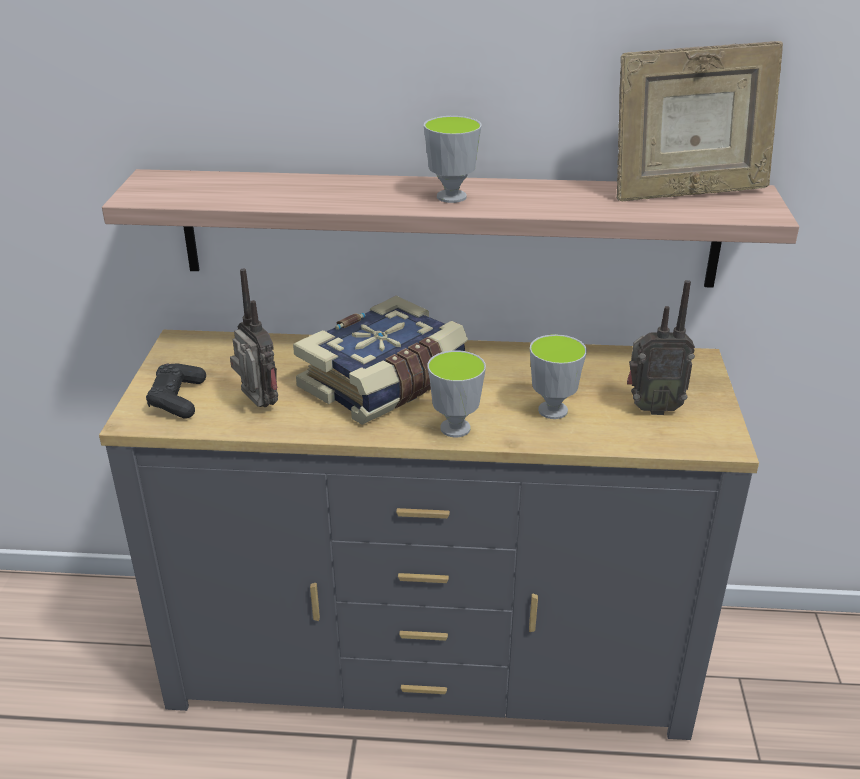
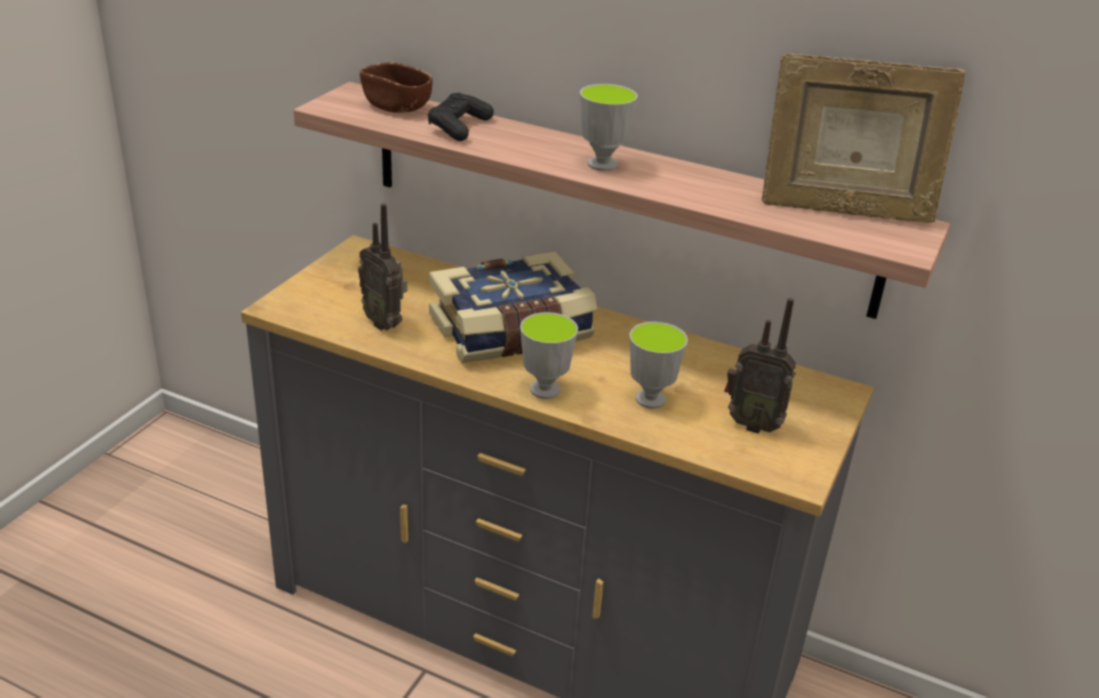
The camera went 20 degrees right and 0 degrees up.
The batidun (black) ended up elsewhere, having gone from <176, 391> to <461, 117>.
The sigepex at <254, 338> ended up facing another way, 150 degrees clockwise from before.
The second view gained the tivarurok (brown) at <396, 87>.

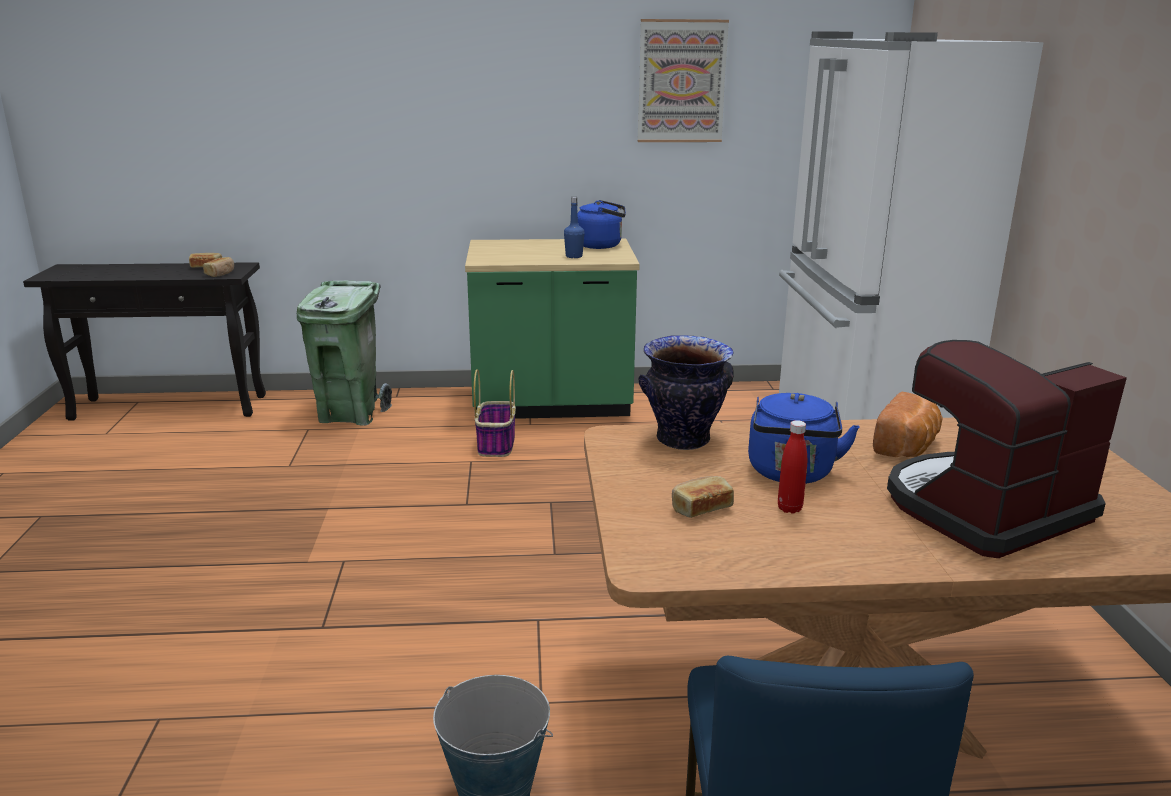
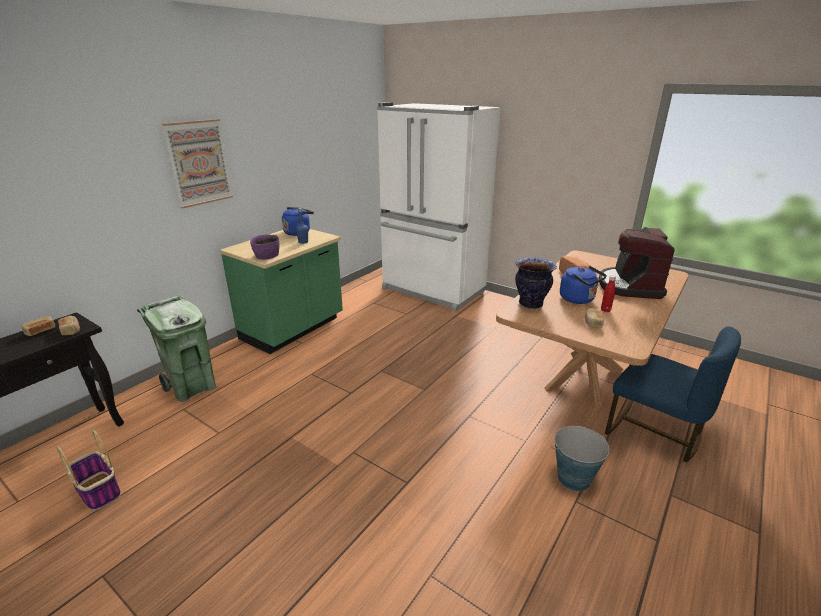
The camera went 50 degrees left and 5 degrees up.
The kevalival ended up elsewhere, having gone from <495, 413> to <88, 470>.
The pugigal ended up elsewhere, having gone from <683, 80> to <197, 163>.
The second view gained the tivarurok (purple) at <265, 247>.

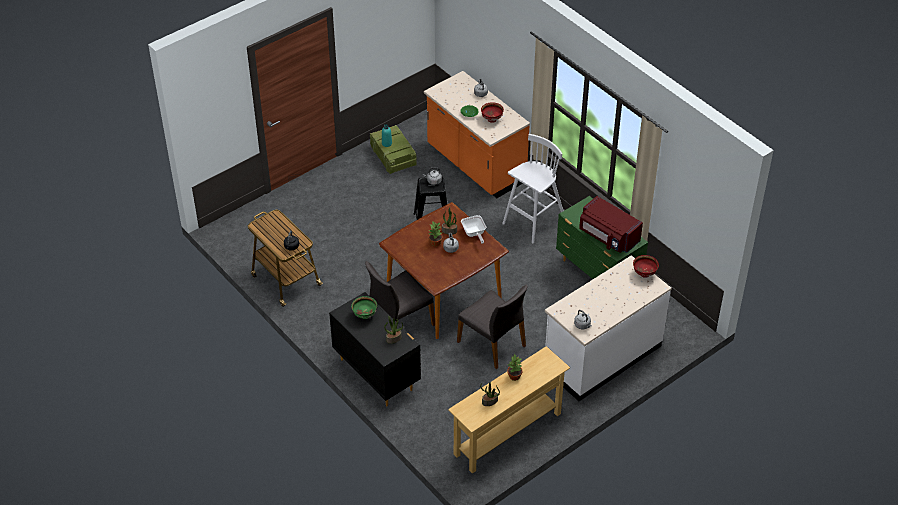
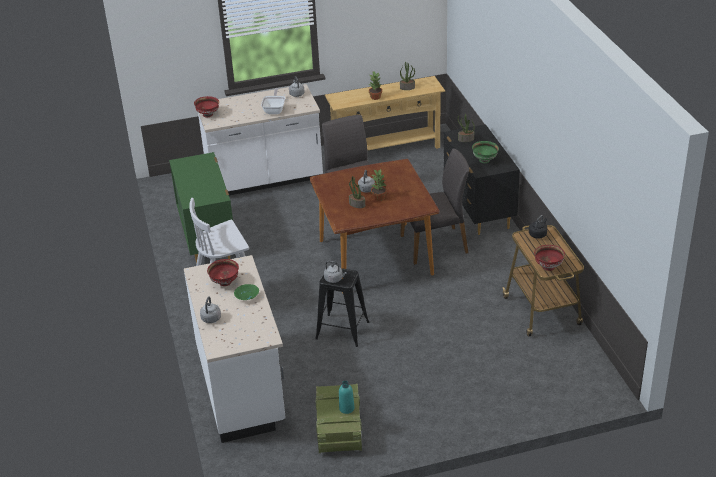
The camera went 155 degrees left and 10 degrees down.
What was the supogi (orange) at <477, 134> turned into the supogi (white) at <235, 349>.
The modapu ended up elsewhere, having gone from <473, 229> to <273, 101>.
The second view lost the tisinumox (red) at <611, 224>.
The second view gained the tivarurok (red) at <549, 258>.

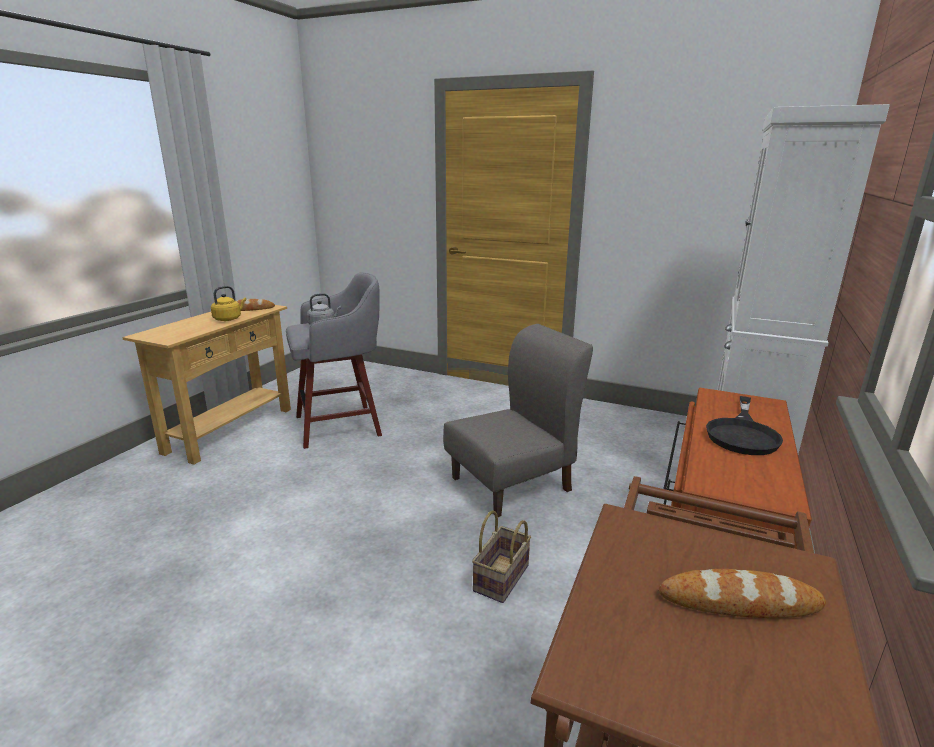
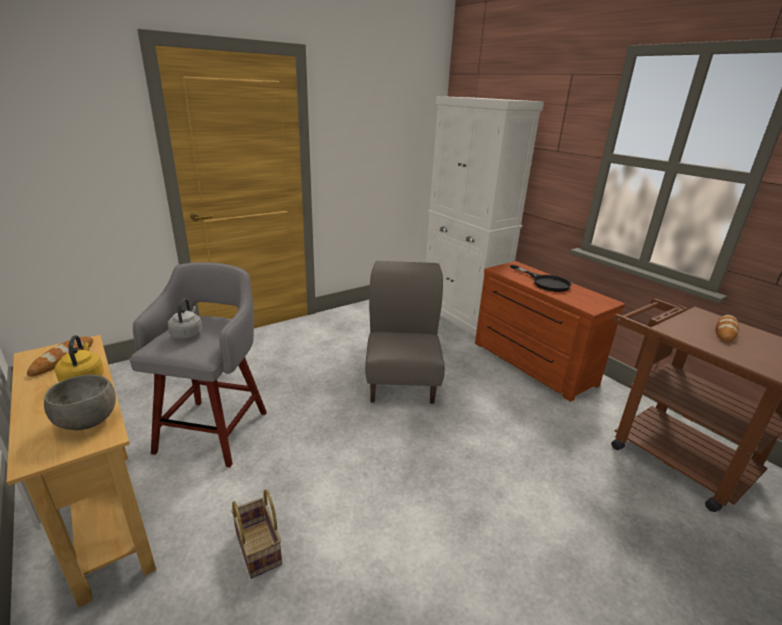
The camera went 60 degrees left and 5 degrees up.
The kevalival ended up elsewhere, having gone from <501, 556> to <256, 534>.
The second view gained the tivarurok (grey) at <80, 402>.

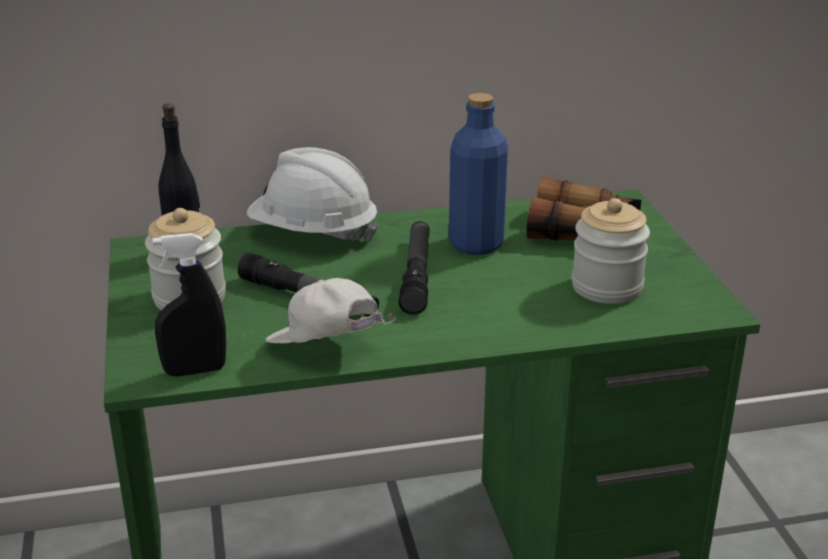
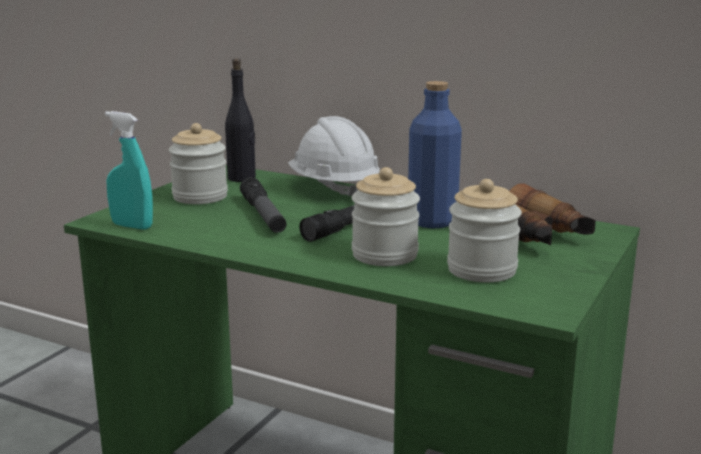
The camera went 40 degrees right and 10 degrees down.
What was the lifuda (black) at <189, 305> turned into the lifuda (turquoise) at <129, 170>.
The second view lost the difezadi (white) at <330, 311>.
The second view gained the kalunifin at <386, 216>.

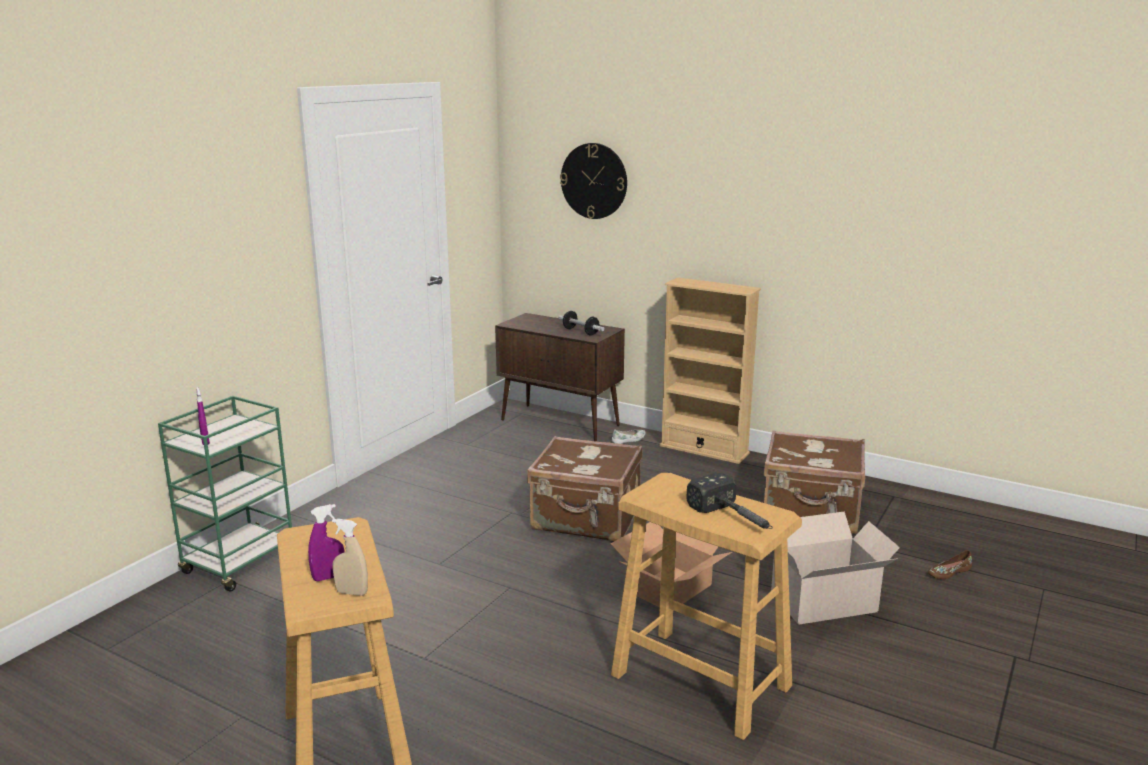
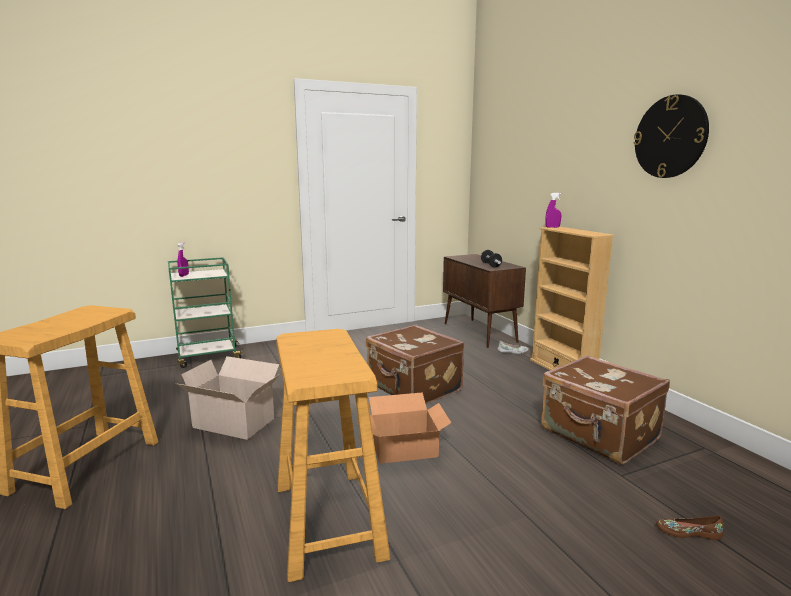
The camera went 35 degrees right and 5 degrees down.
The lifuda (purple) ended up elsewhere, having gone from <326, 542> to <553, 210>.
The second view lost the lifuda (beige) at <350, 557>.
The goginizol ended up elsewhere, having gone from <593, 181> to <671, 136>.
The second view lost the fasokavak at <729, 501>.
The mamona ended up elsewhere, having gone from <835, 568> to <228, 398>.

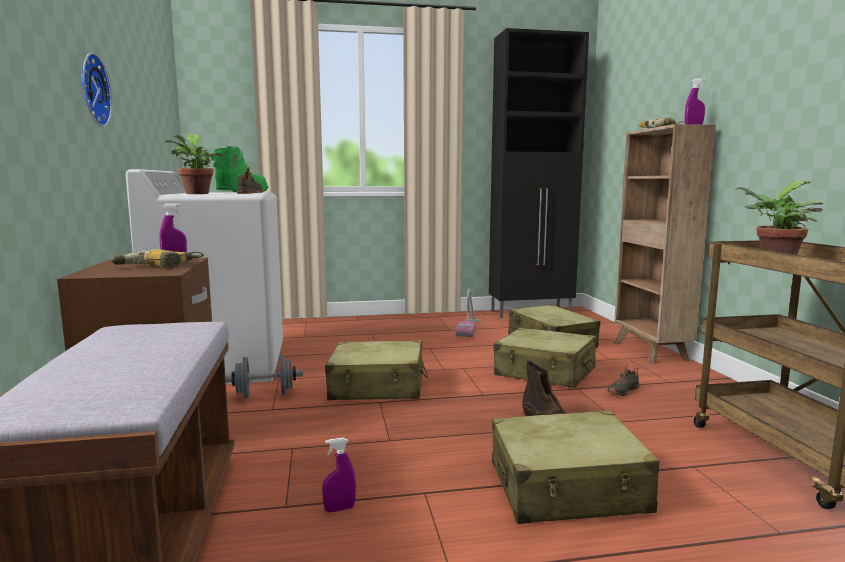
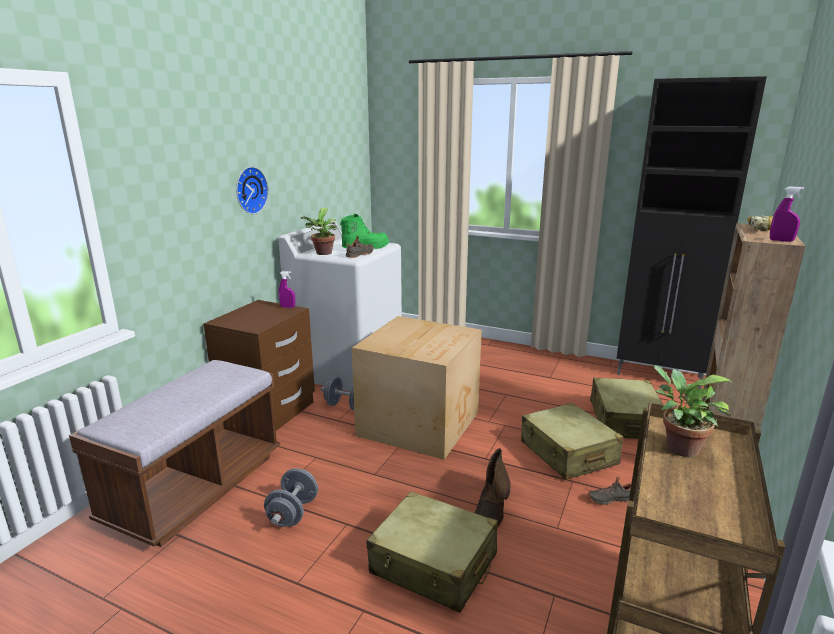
The camera went 35 degrees right and 10 degrees up.
The second view lost the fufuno at <157, 258>.
Where the lifuda (purple) stood at <339, 475>, the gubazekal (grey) came to stand at <291, 497>.
Where the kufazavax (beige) stood at <376, 370>, the mamona came to stand at <417, 388>.
The second view lost the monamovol at <468, 313>.

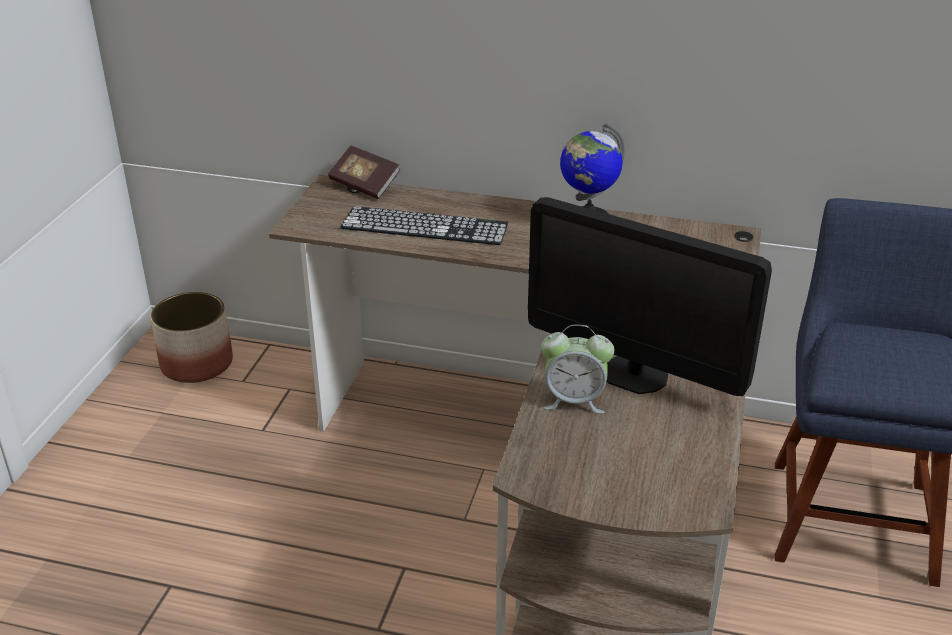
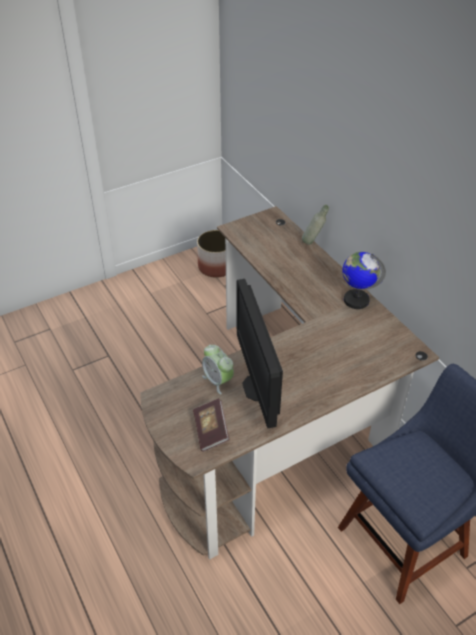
The camera went 45 degrees right and 10 degrees up.
The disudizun ended up elsewhere, having gone from <364, 172> to <211, 425>.
The second view lost the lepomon at <424, 225>.
The second view gained the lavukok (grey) at <315, 225>.

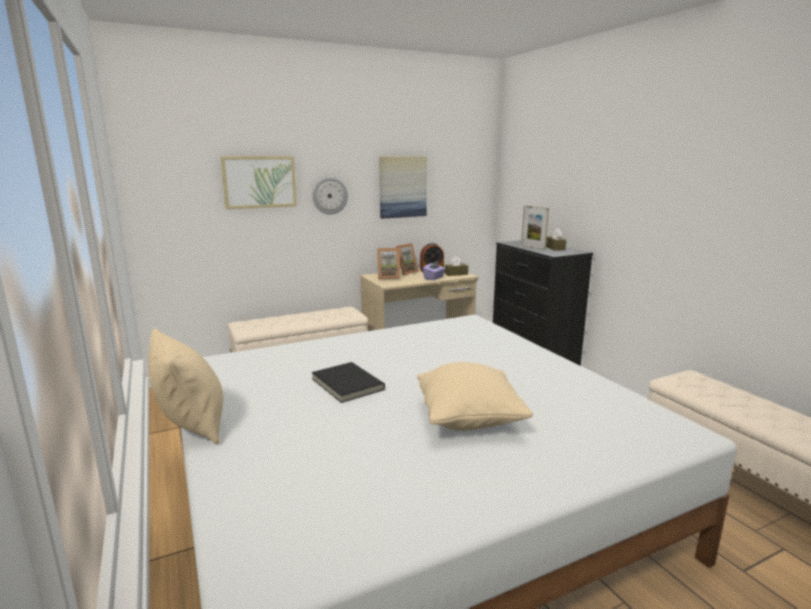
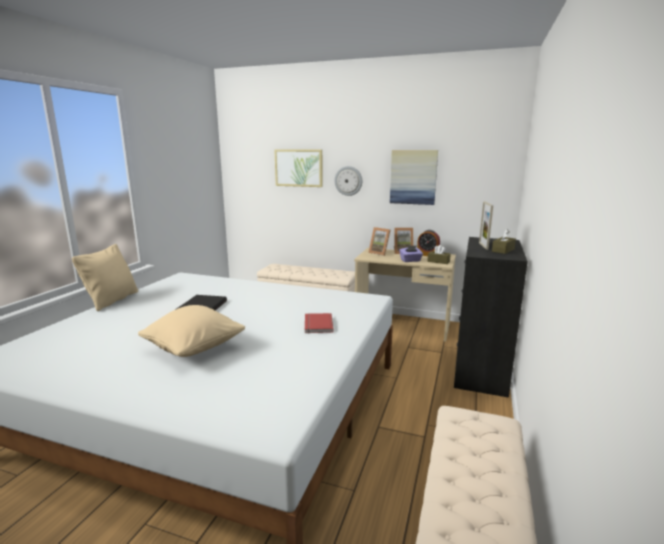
The camera went 45 degrees right and 0 degrees up.
The second view gained the disudizun (red) at <319, 323>.

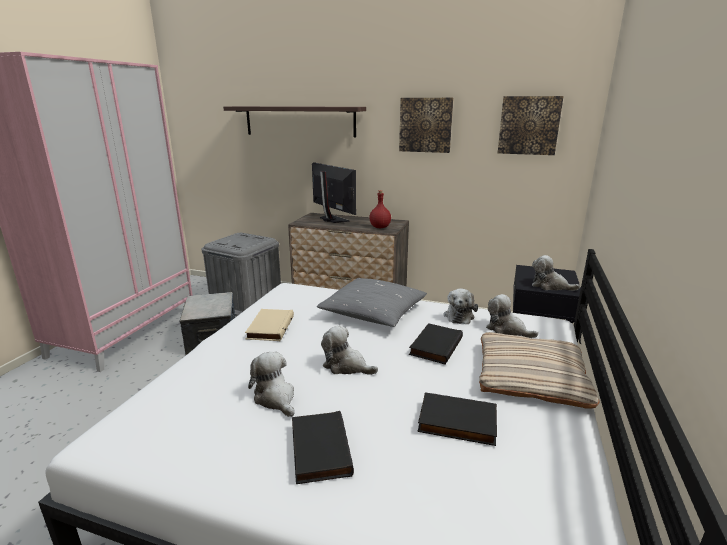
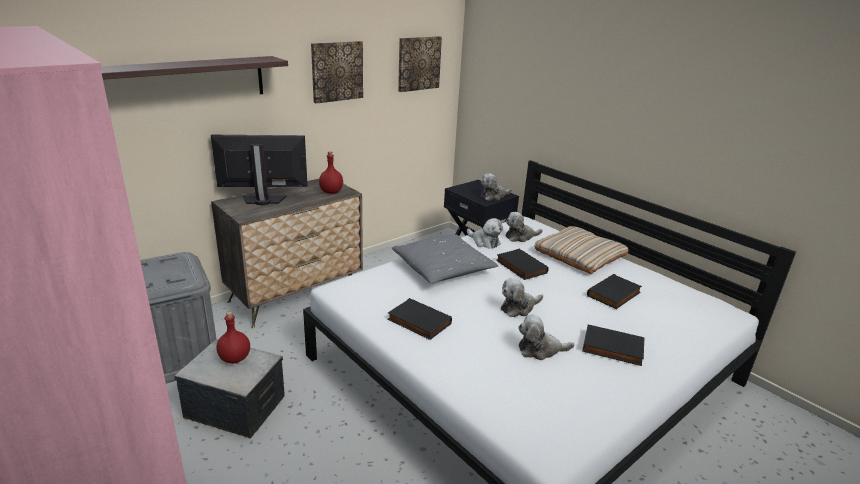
The camera went 60 degrees left and 5 degrees up.
What was the disudizun (beige) at <269, 325> turned into the disudizun (black) at <419, 319>.
The second view gained the lavukok (red) at <233, 338>.

